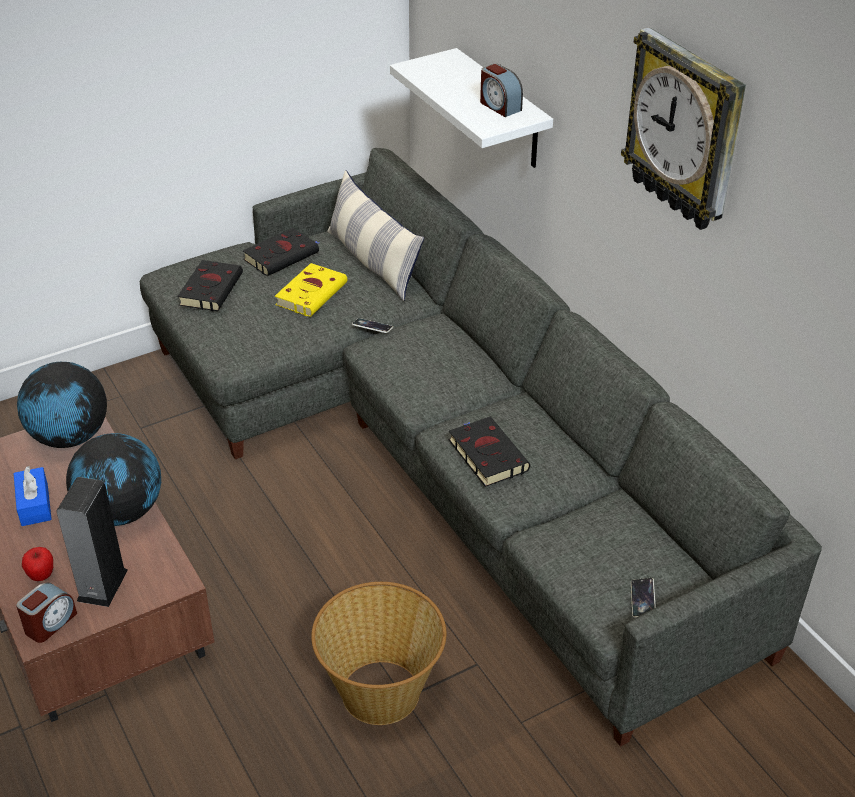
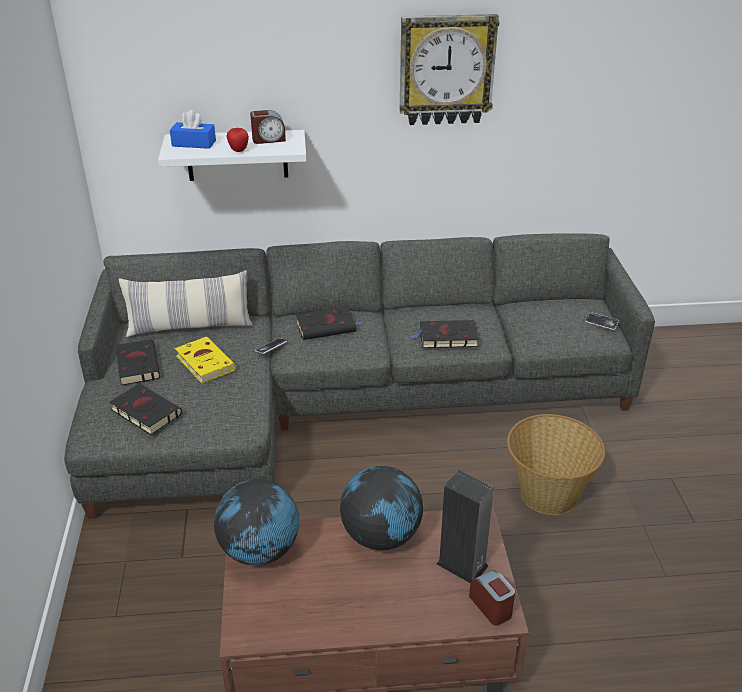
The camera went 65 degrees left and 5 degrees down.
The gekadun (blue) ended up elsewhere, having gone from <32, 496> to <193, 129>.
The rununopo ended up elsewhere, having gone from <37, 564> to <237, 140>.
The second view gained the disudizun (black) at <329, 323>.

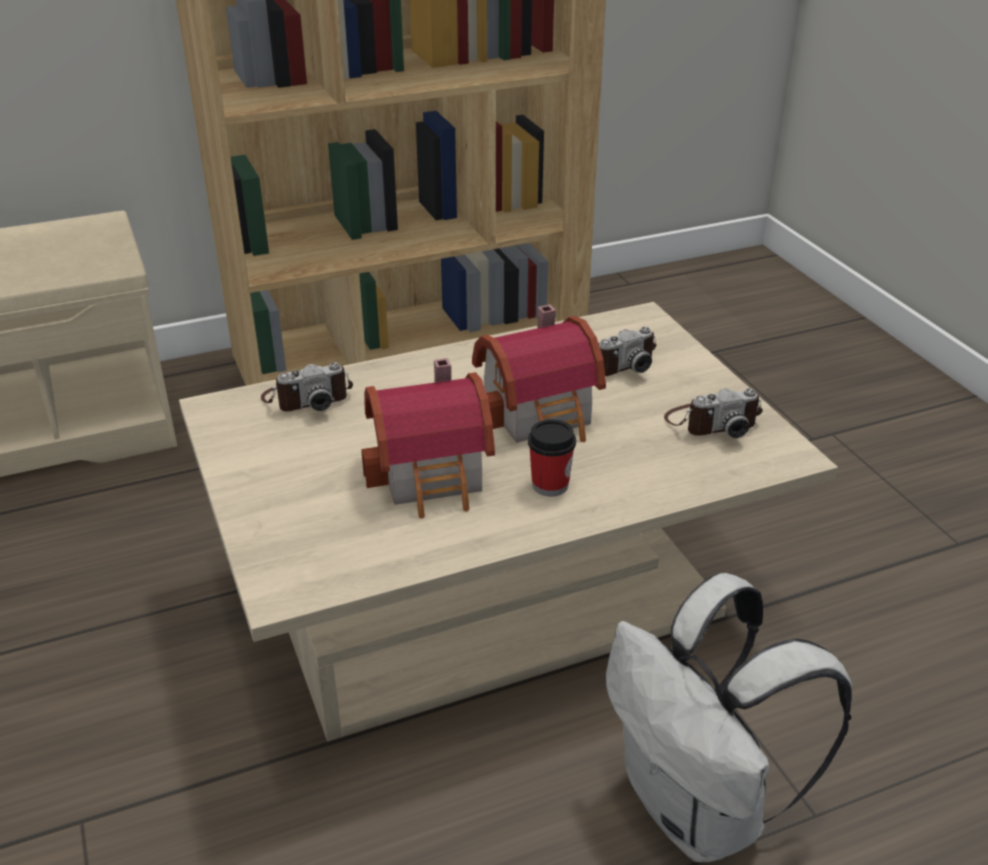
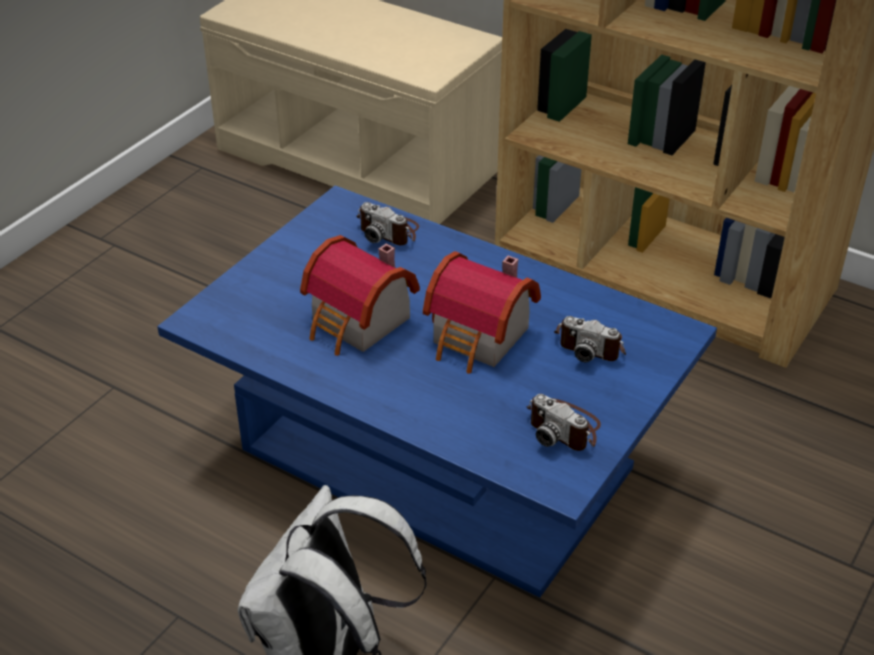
The camera went 55 degrees right and 5 degrees up.
What was the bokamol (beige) at <508, 521> turned into the bokamol (blue) at <437, 391>.
The second view lost the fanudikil at <552, 457>.

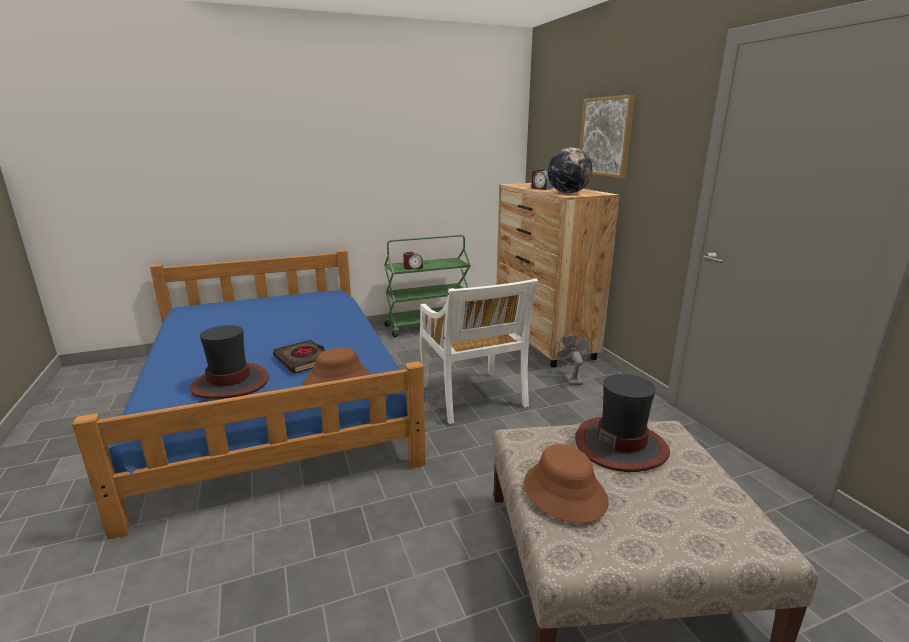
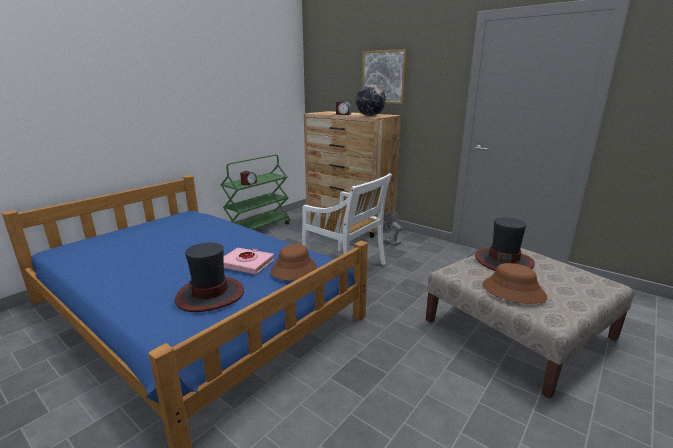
The camera went 30 degrees left and 0 degrees up.
What was the disudizun (black) at <299, 357> turned into the disudizun (pink) at <249, 261>.

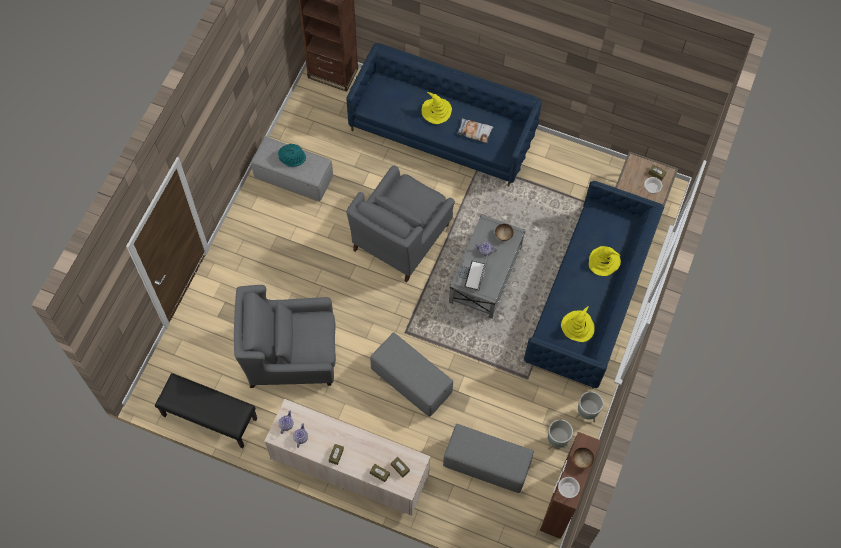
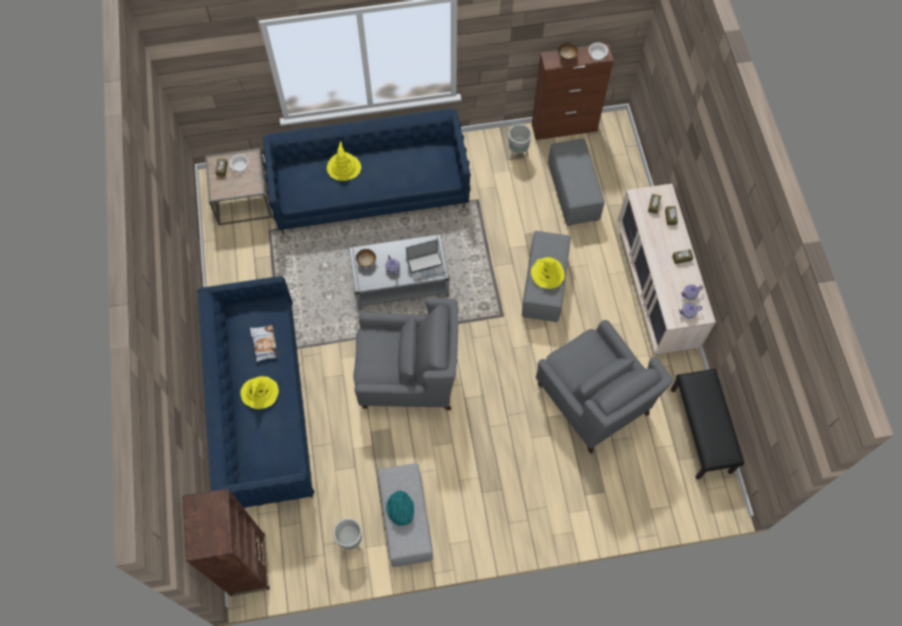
The camera went 120 degrees left and 0 degrees up.
The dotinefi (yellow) ended up elsewhere, having gone from <578, 324> to <548, 273>.
The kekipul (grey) ended up elsewhere, having gone from <589, 407> to <347, 534>.

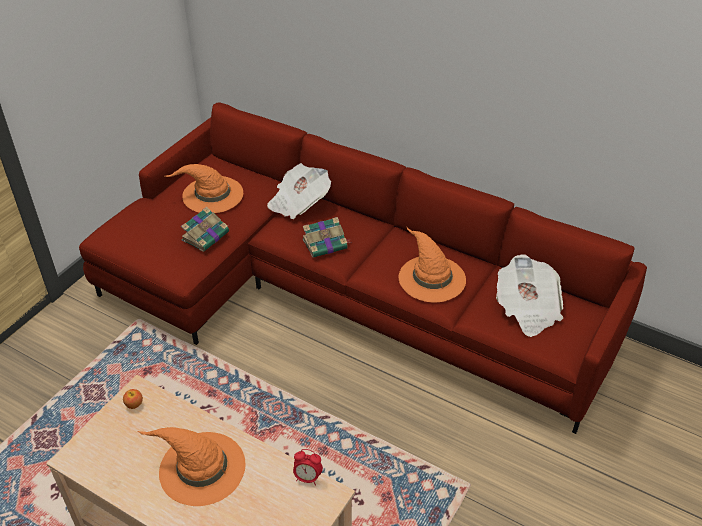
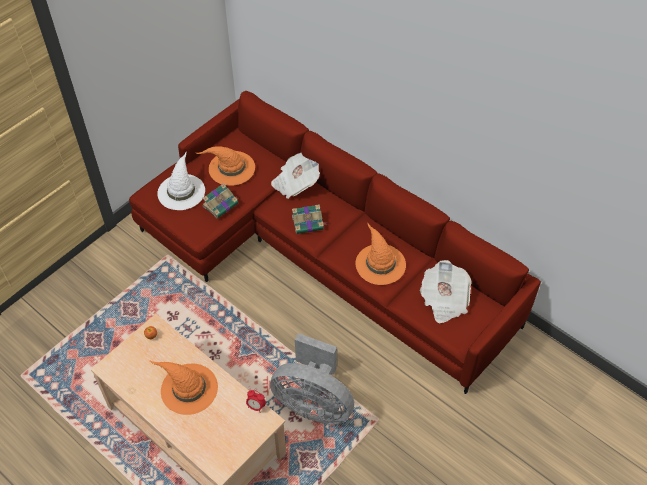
The camera went 10 degrees right and 10 degrees up.
The second view gained the dotinefi (white) at <181, 181>.
The second view gained the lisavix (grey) at <312, 378>.

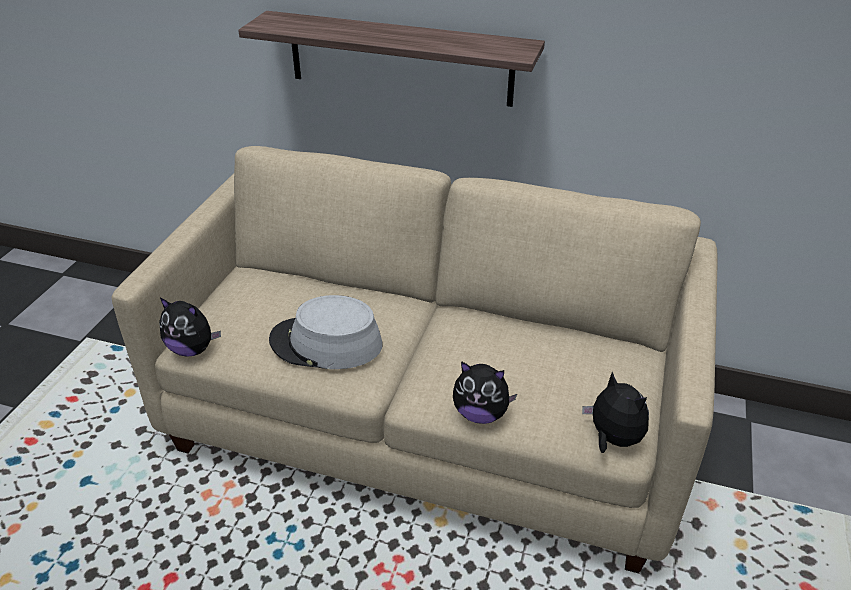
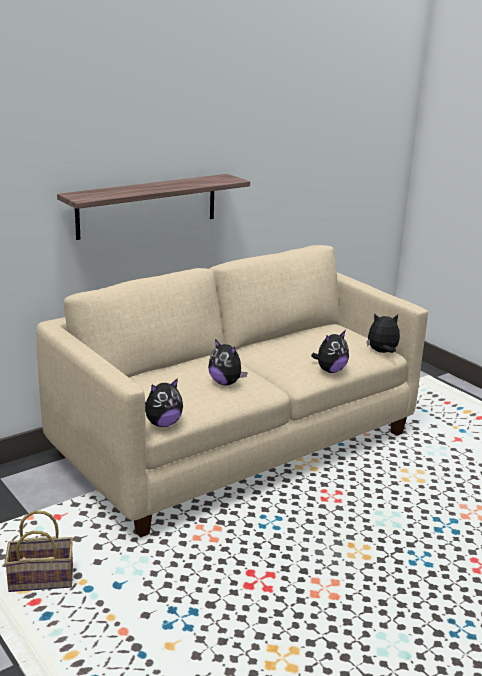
The camera went 55 degrees left and 15 degrees down.
Where the dotinefi (grey) stood at <326, 332>, the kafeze came to stand at <228, 362>.
The second view gained the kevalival at <38, 551>.

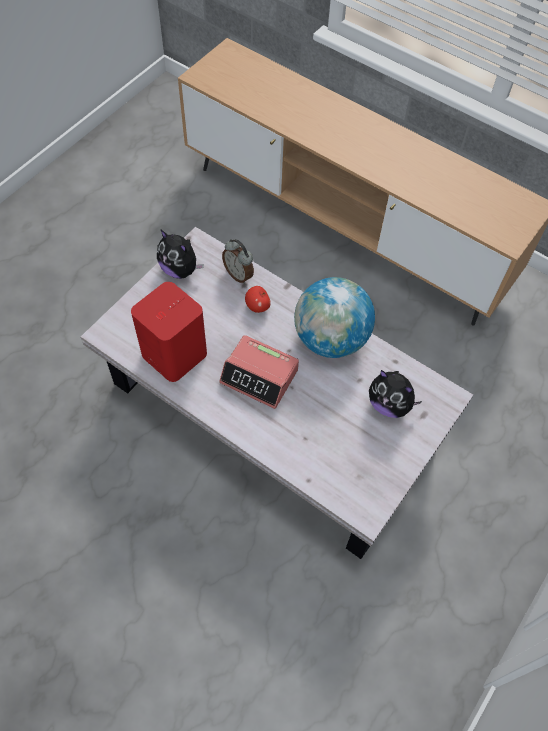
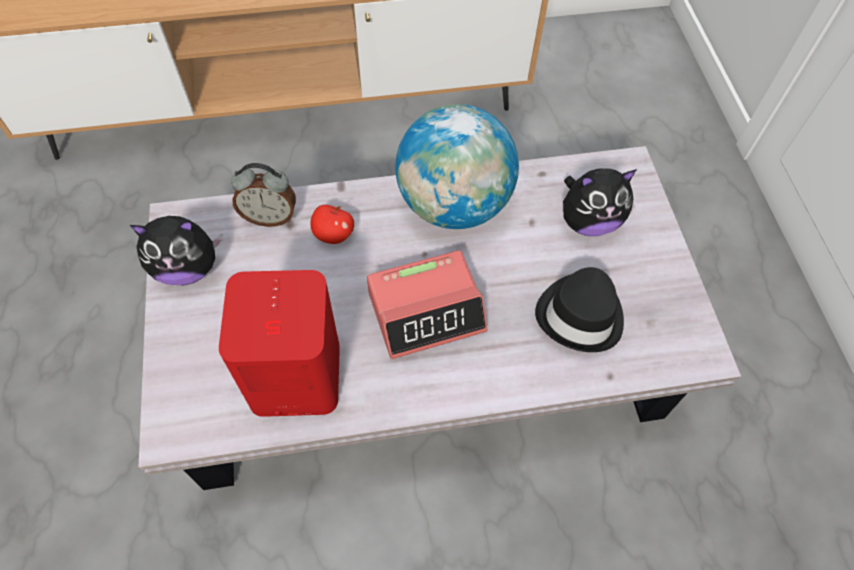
The camera went 45 degrees left and 0 degrees up.
The second view gained the dotinefi (black) at <579, 309>.

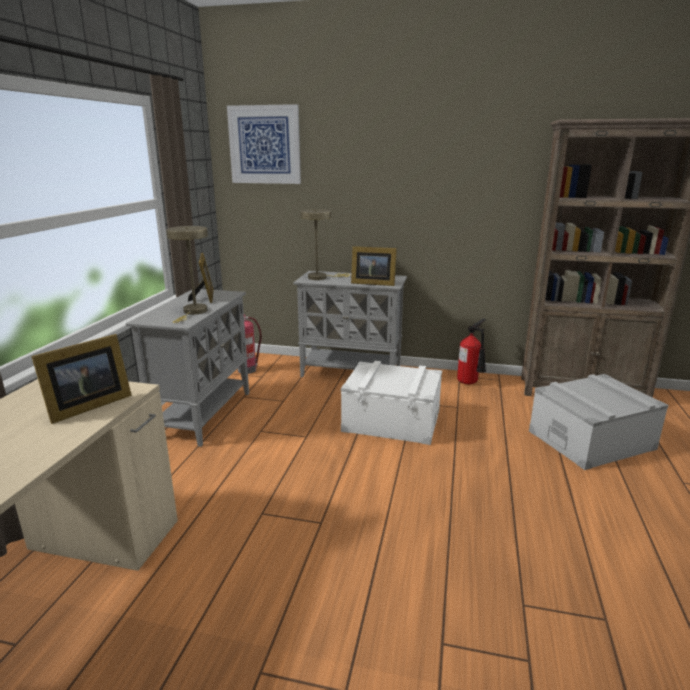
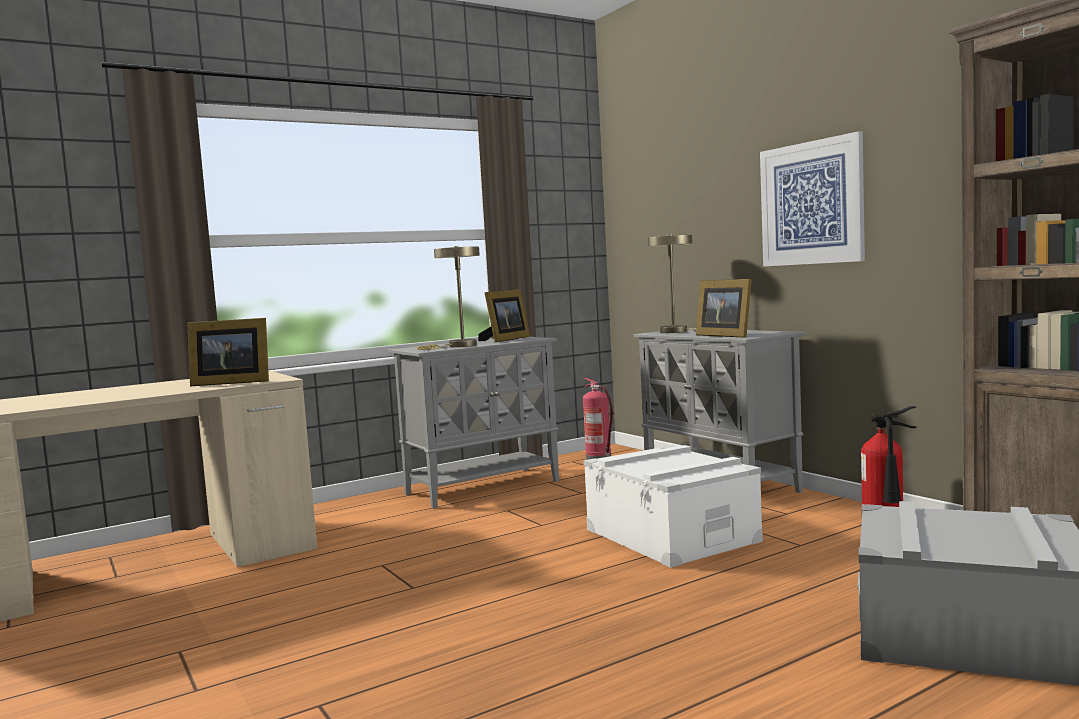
The camera went 45 degrees right and 15 degrees down.
The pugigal ended up elsewhere, having gone from <264, 144> to <812, 198>.

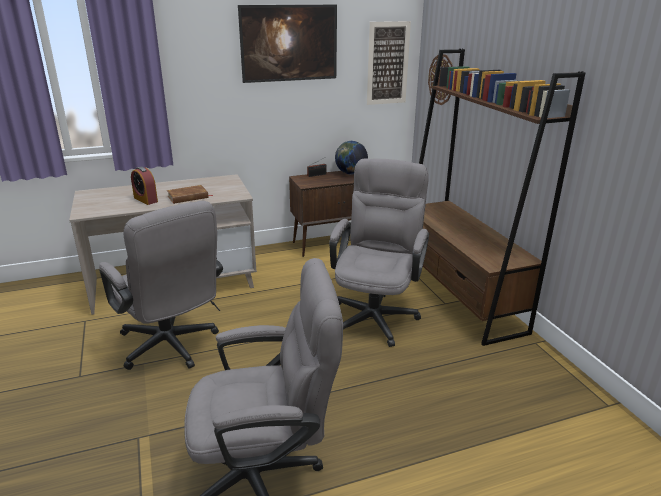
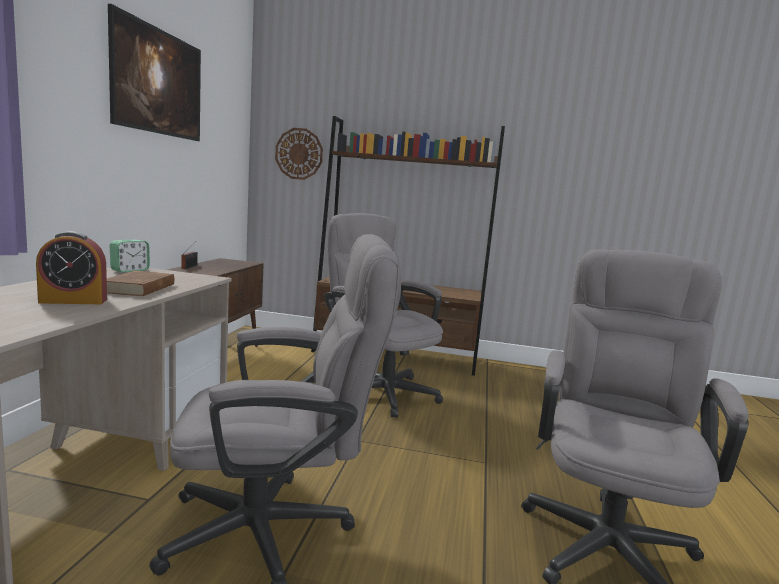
The camera went 60 degrees left and 15 degrees down.
The second view lost the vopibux at <351, 157>.
The second view lost the pugigal at <389, 63>.
The second view gained the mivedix at <129, 256>.

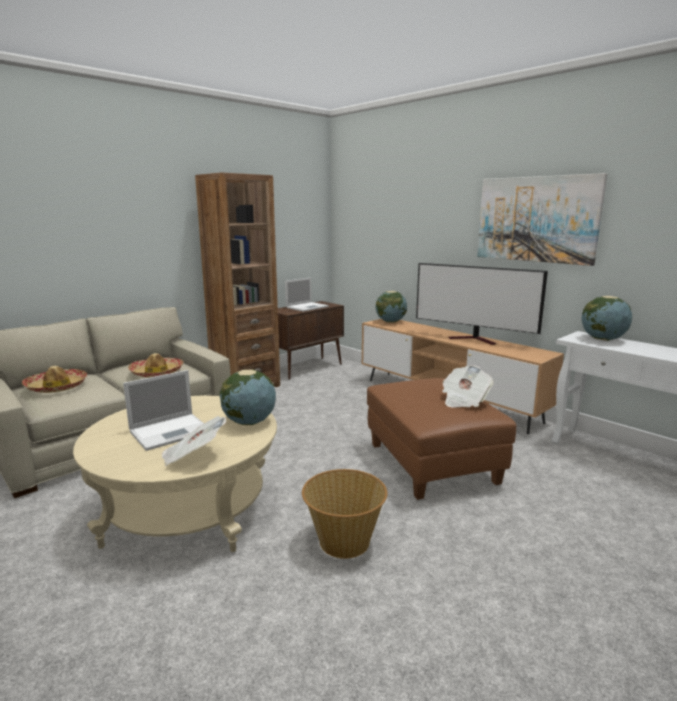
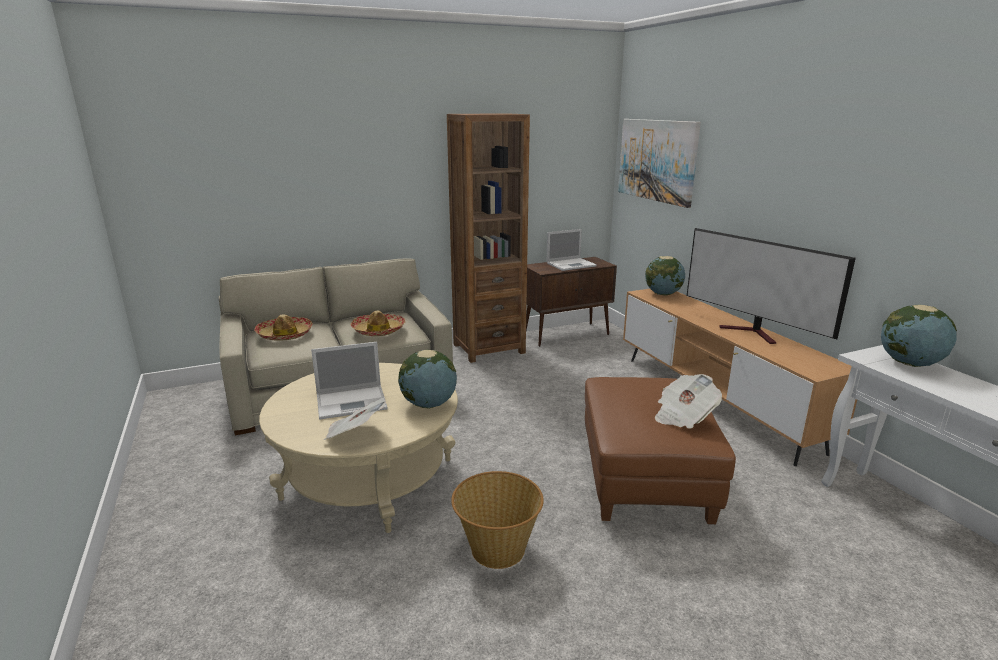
The camera went 20 degrees right and 5 degrees up.
The pugigal ended up elsewhere, having gone from <542, 219> to <659, 163>.

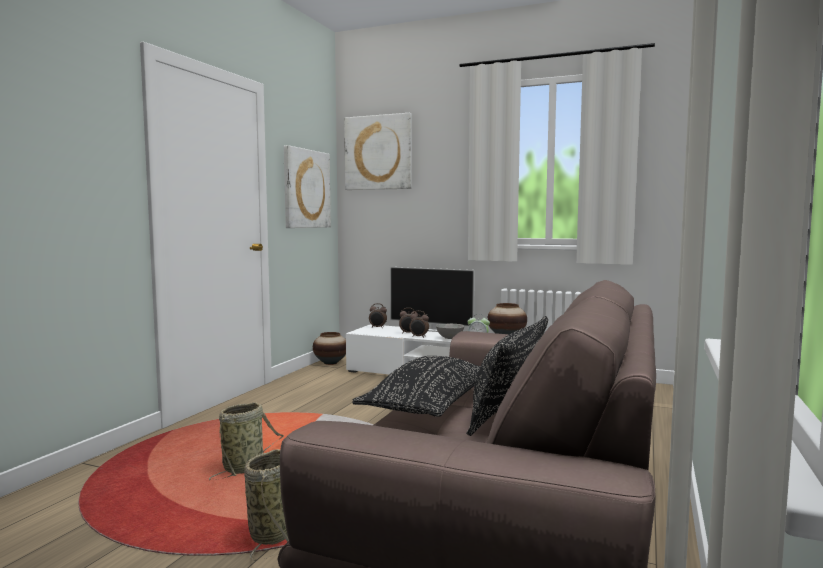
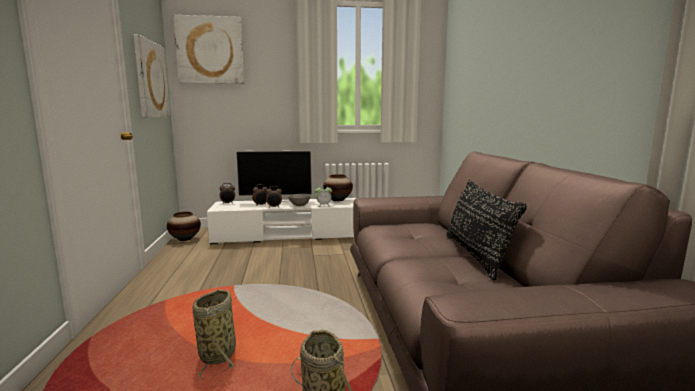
The camera went 30 degrees left and 5 degrees up.
The second view lost the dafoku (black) at <416, 386>.

